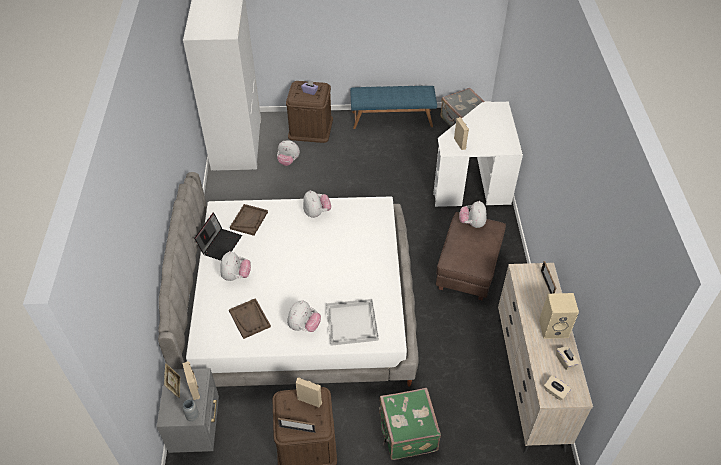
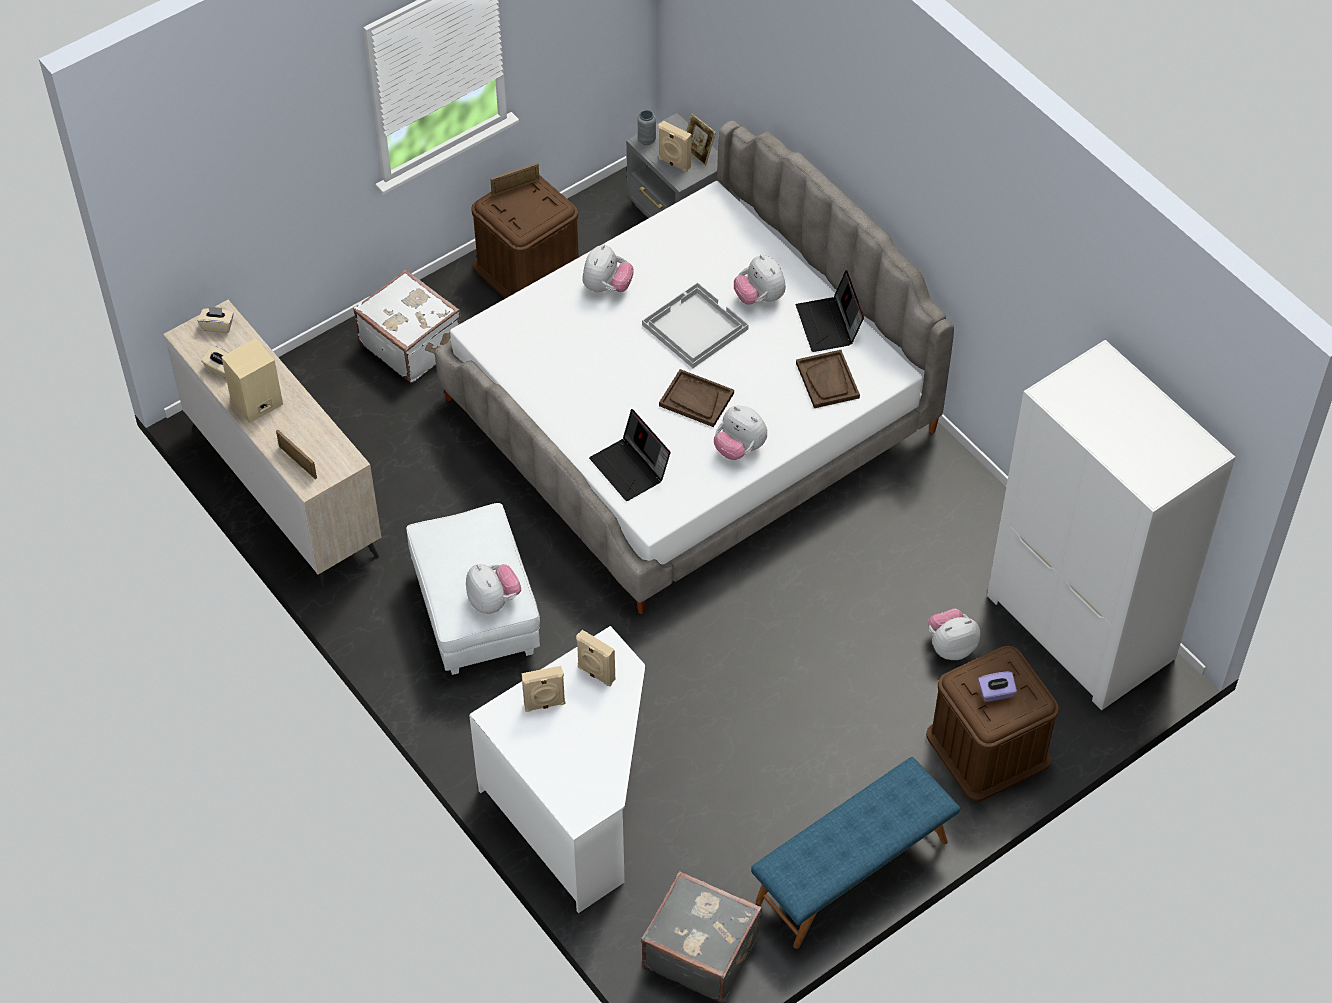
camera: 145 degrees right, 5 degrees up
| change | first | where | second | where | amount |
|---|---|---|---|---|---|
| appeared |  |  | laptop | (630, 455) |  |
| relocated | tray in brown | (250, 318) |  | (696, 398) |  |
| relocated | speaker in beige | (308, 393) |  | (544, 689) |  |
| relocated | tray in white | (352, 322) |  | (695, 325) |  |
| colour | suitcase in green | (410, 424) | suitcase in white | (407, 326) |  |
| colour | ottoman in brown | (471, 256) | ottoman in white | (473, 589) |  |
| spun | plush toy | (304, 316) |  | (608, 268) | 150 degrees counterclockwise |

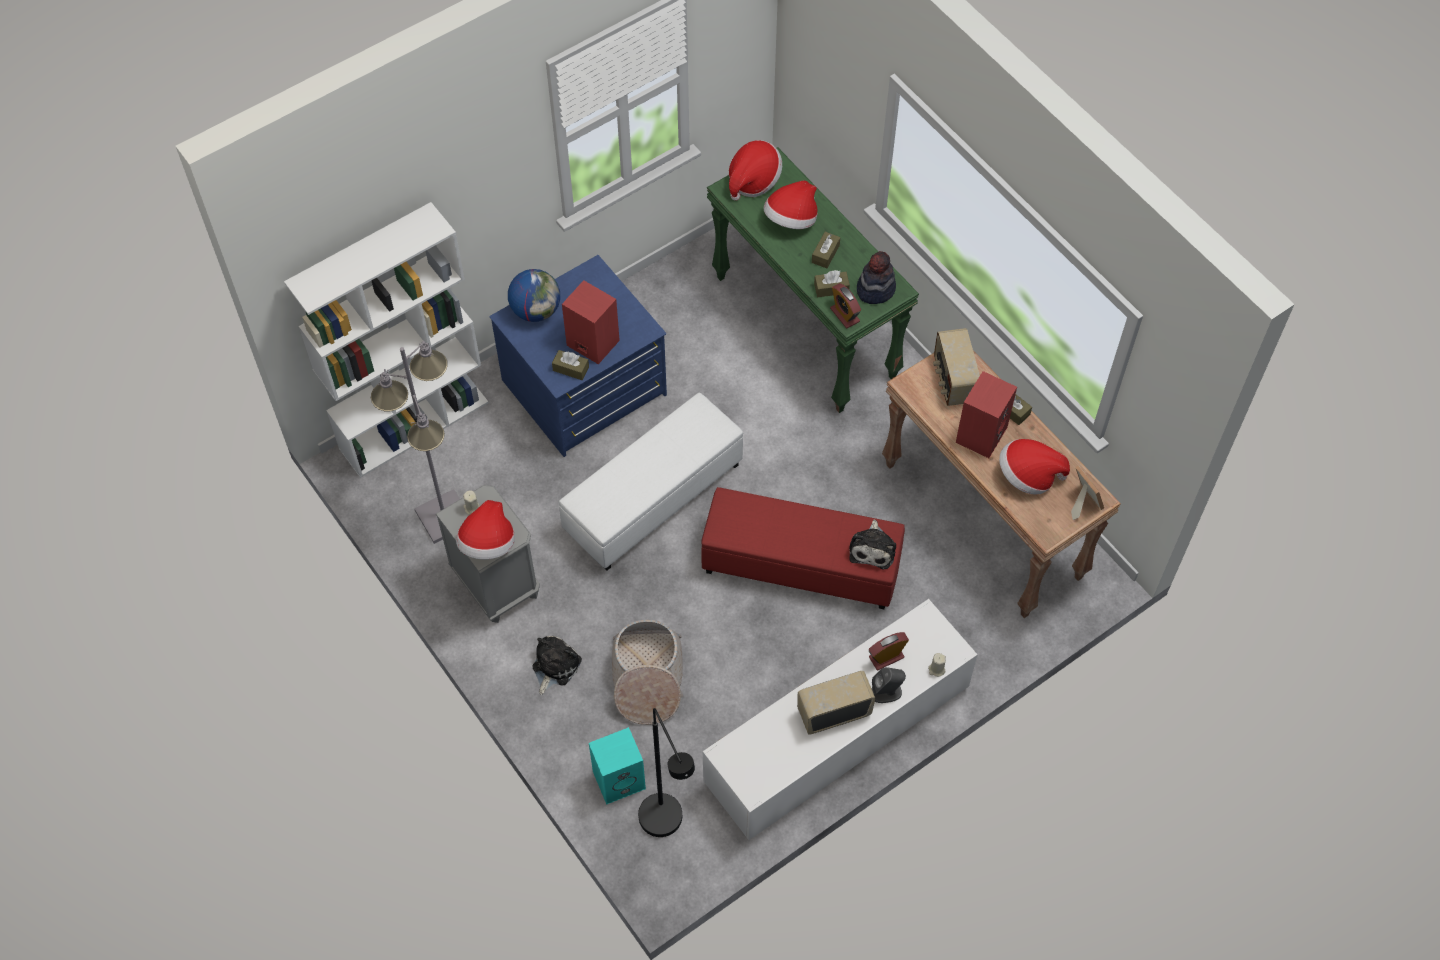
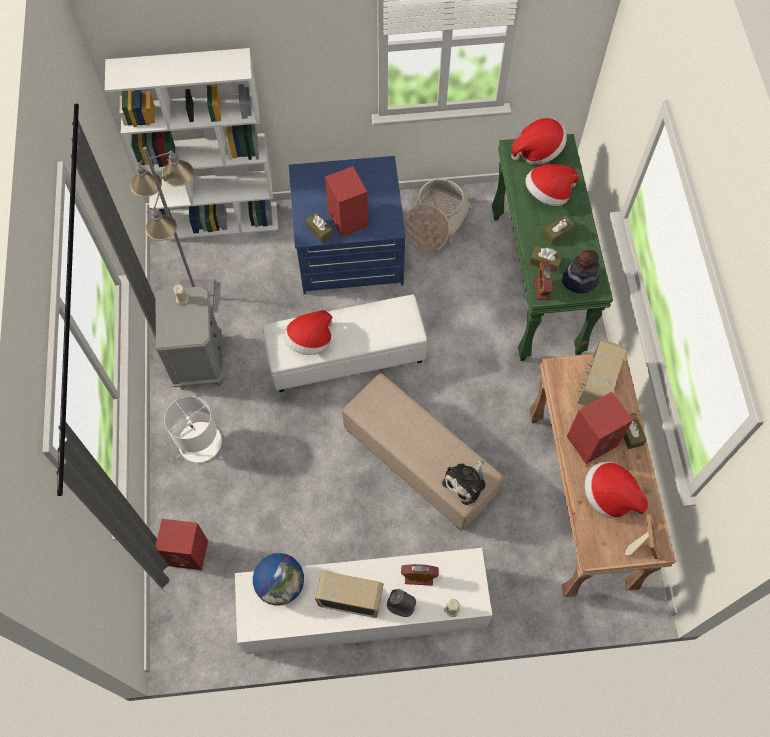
camera: 30 degrees right, 5 degrees up
| change | first | where | second | where | amount |
|---|---|---|---|---|---|
| missing | floor lamp in black | (666, 772) |  |  |  |
| relocated | hat | (485, 530) |  | (308, 332) |  |
| relocated | globe | (534, 295) |  | (278, 579) |  |
| relocated | basket | (647, 672) |  | (438, 215) |  |
| exchanged | plush toy | (557, 665) | table lamp in white | (193, 429) |  |
| colour | speaker in turquoise | (617, 766) | speaker in red | (182, 544) |  |
| colour | ottoman in red | (803, 548) | ottoman in beige | (422, 451) |  |

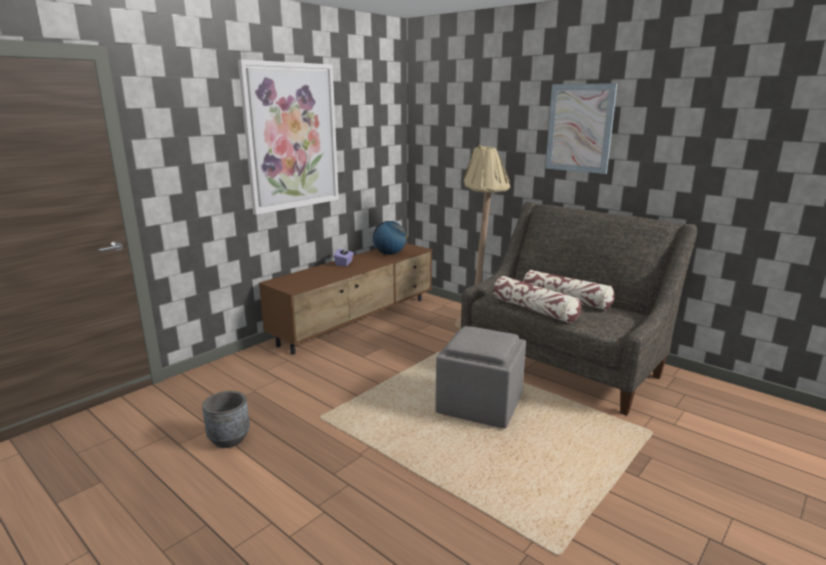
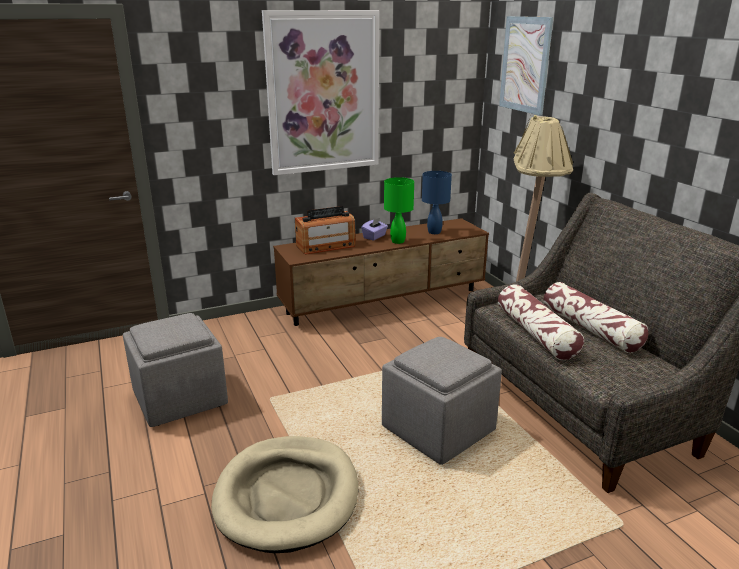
camera: 25 degrees right, 5 degrees up
| change | first | where | second | where | amount |
|---|---|---|---|---|---|
| appeared |  |  | dog bed in beige | (285, 494) |  |
| appeared |  |  | radio | (325, 230) |  |
| appeared |  |  | table lamp in green | (399, 210) |  |
| relocated | picture | (581, 128) |  | (526, 65) |  |
| exchanged | planter in grey | (226, 419) | ottoman in grey | (175, 370) |  |
| exchanged | globe | (390, 238) | table lamp in blue | (437, 202) |  |

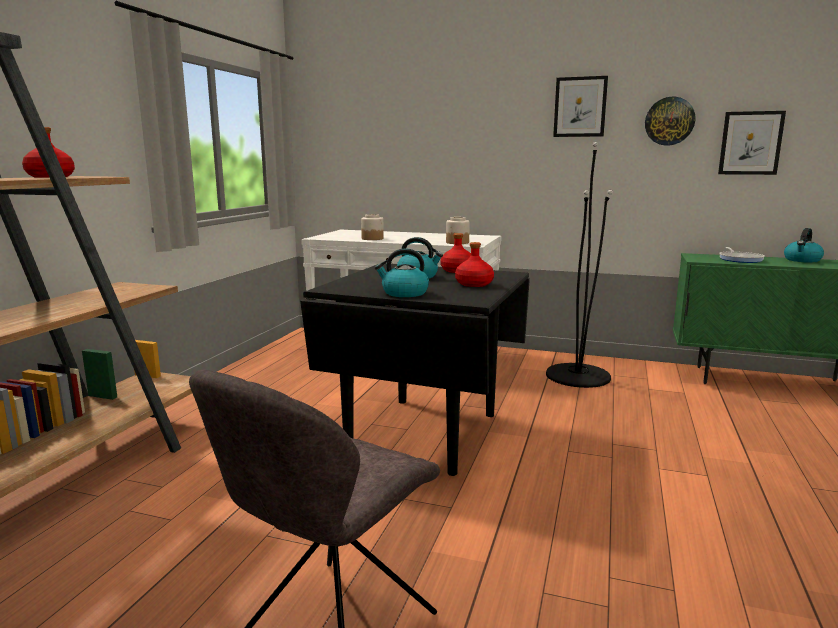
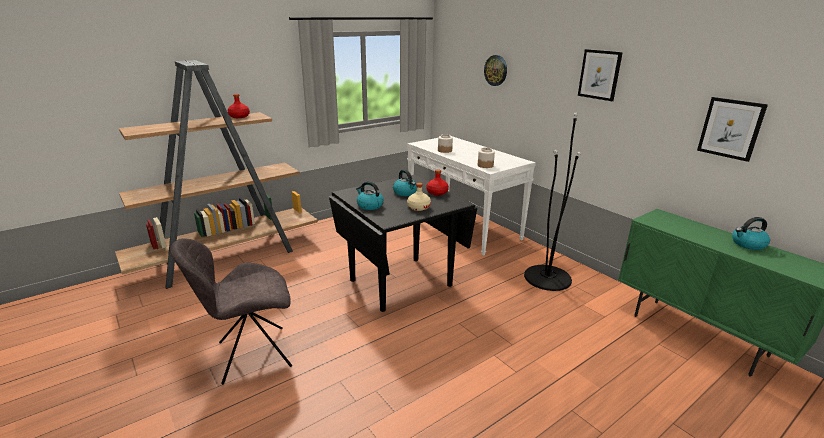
camera: 35 degrees right, 10 degrees up
| change | first | where | second | where | amount |
|---|---|---|---|---|---|
| missing | frying pan | (742, 255) |  |  |  |
| relocated | wall clock | (670, 121) |  | (495, 70) |  |
| colour | bottle in red | (474, 264) | bottle in beige | (419, 197) |  |

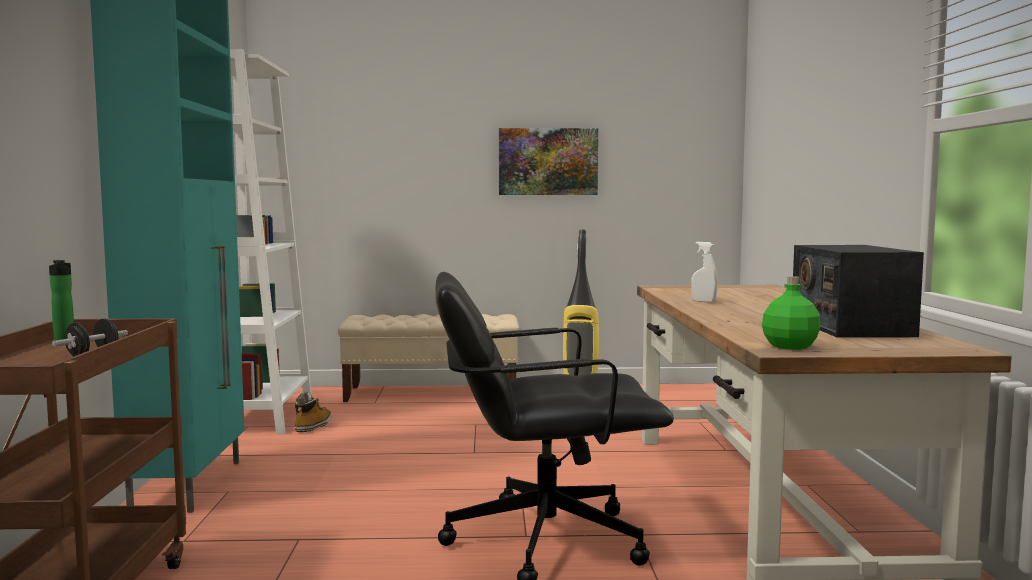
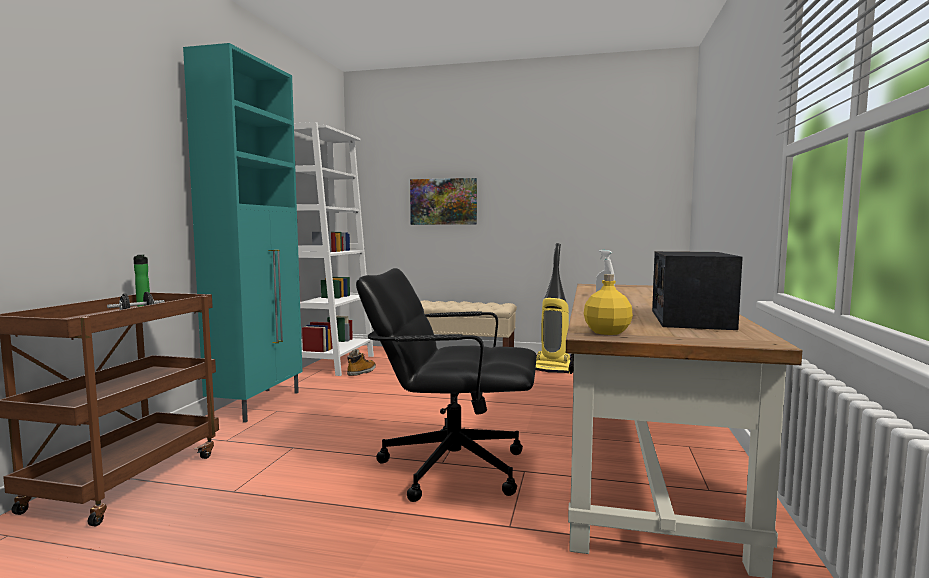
camera: 15 degrees right, 0 degrees up
| change | first | where | second | where | amount |
|---|---|---|---|---|---|
| relocated | picture | (548, 161) |  | (443, 201) |  |
| colour | bottle in green | (791, 313) | bottle in yellow | (608, 304) |  |

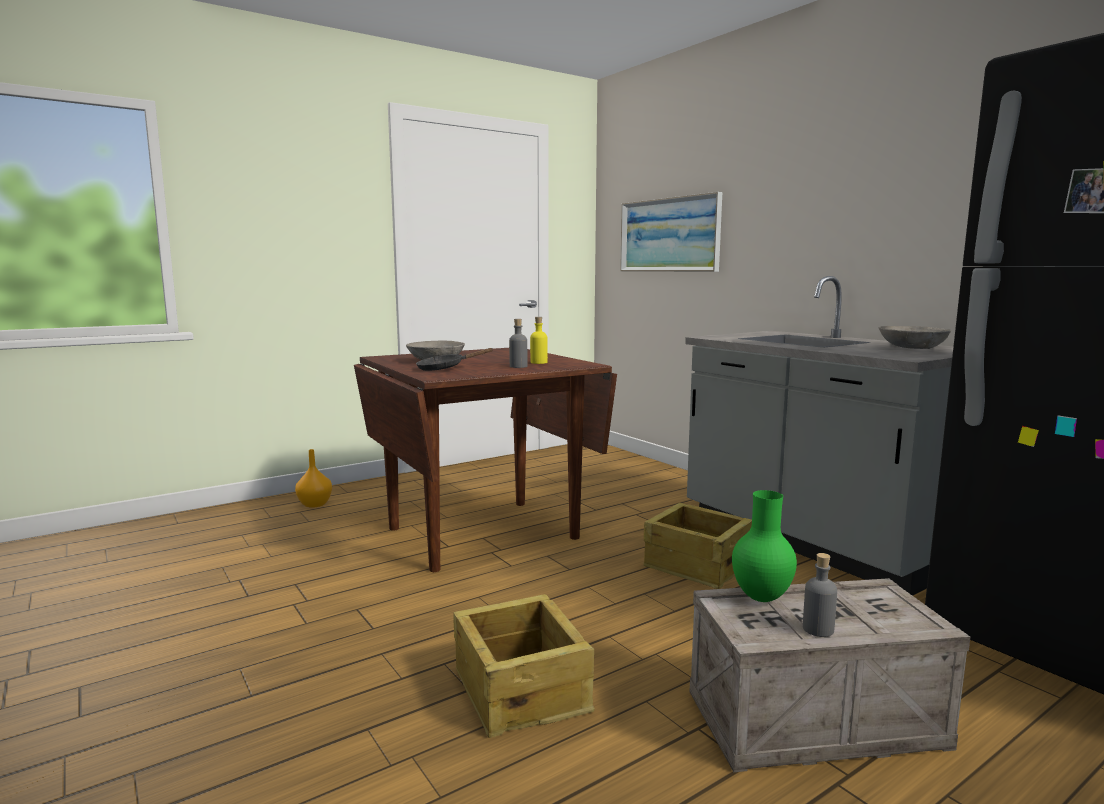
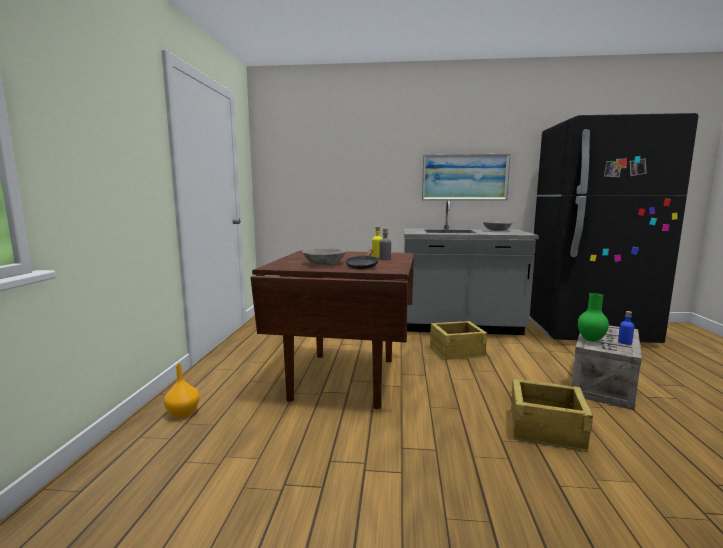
camera: 50 degrees left, 0 degrees up
| change | first | where | second | where | amount |
|---|---|---|---|---|---|
| relocated | picture | (671, 232) |  | (466, 177) |  |
| colour | bottle in grey | (820, 595) | bottle in blue | (626, 328) |  |

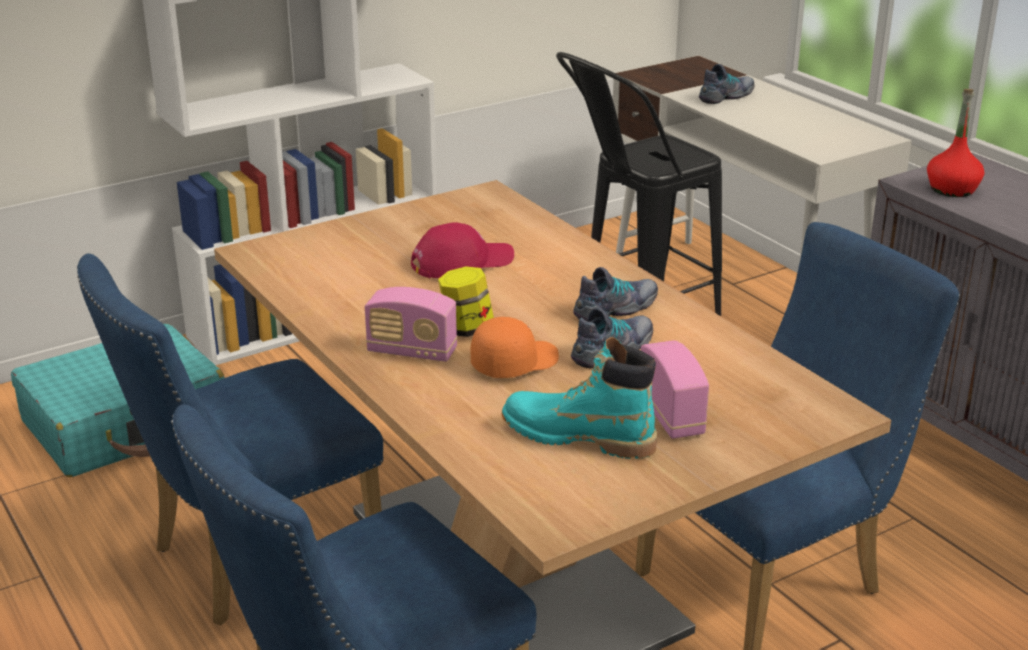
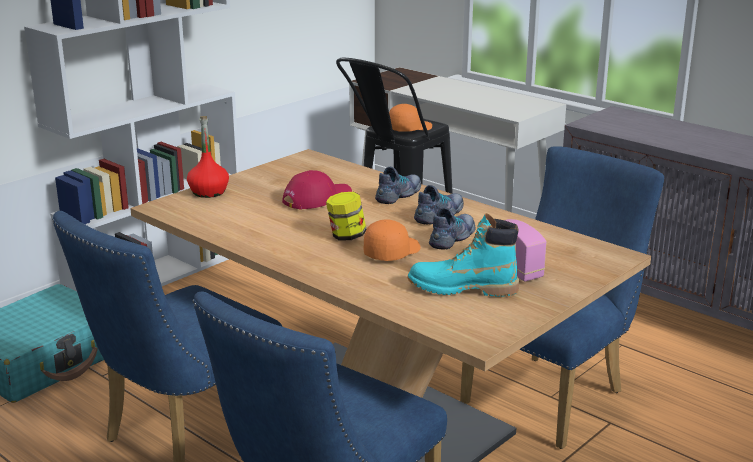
camera: 15 degrees left, 5 degrees down
| change | first | where | second | where | amount |
|---|---|---|---|---|---|
| missing | radio | (411, 324) |  |  |  |
| appeared |  |  | cap in orange | (410, 118) |  |
| relocated | shoe | (726, 84) |  | (398, 185) |  |
| relocated | bottle in red | (955, 143) |  | (208, 157) |  |

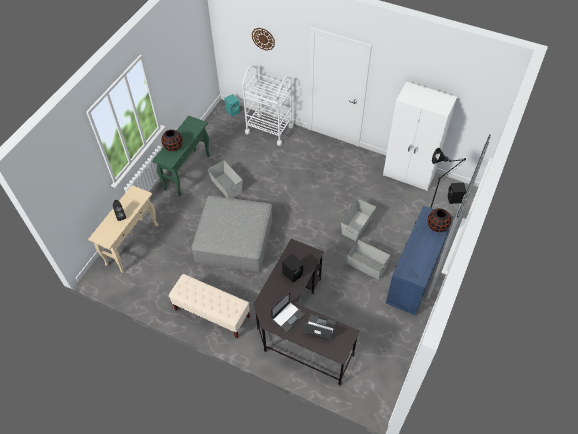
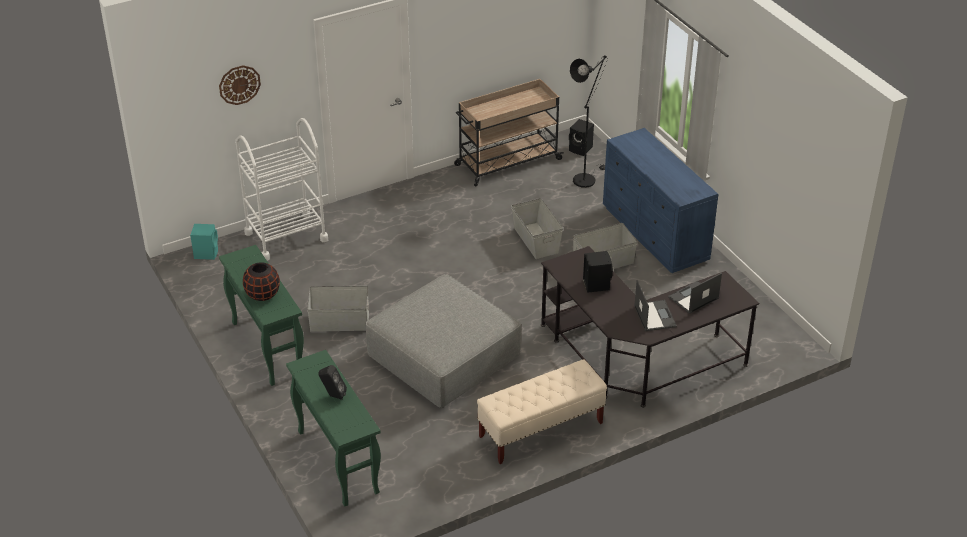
camera: 55 degrees left, 15 degrees down
| change | first | where | second | where | amount |
|---|---|---|---|---|---|
| missing | vase in black | (439, 220) |  |  |  |
| exchanged | wardrobe in white | (420, 136) | cart in beige | (509, 132) |  |
| colour | console table in beige | (123, 229) | console table in green | (333, 428) |  |

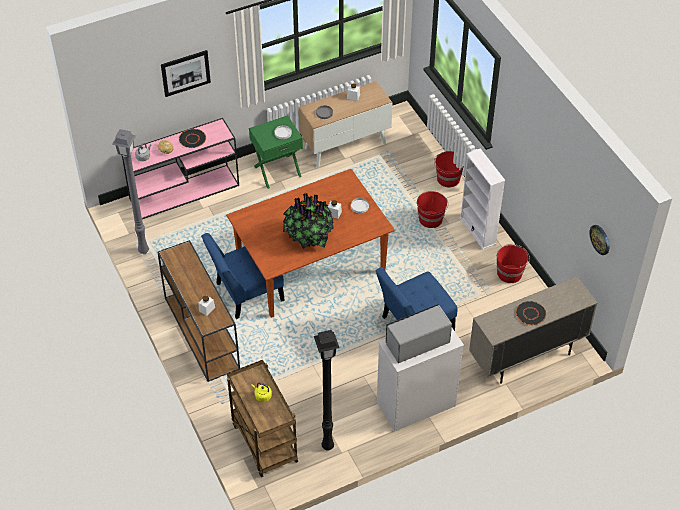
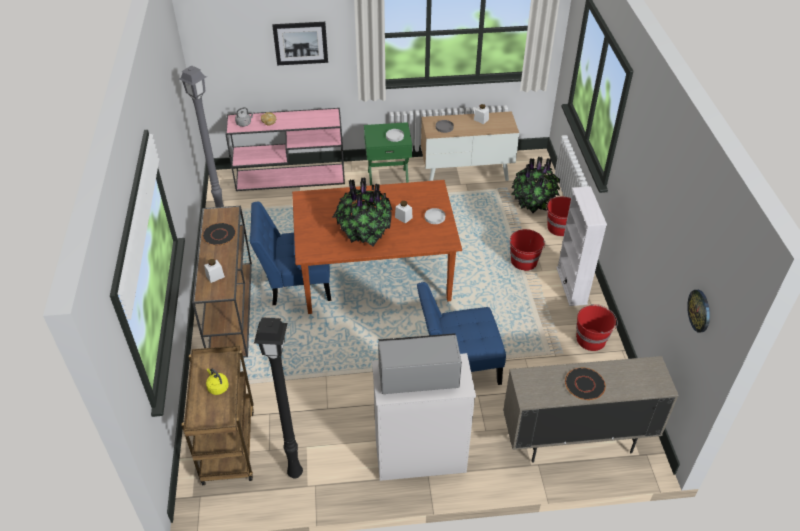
camera: 20 degrees right, 5 degrees down
| change | first | where | second | where | amount |
|---|---|---|---|---|---|
| appeared |  |  | potted plant | (535, 185) |  |
| relocated | plate in black | (192, 138) |  | (219, 234) |  |

